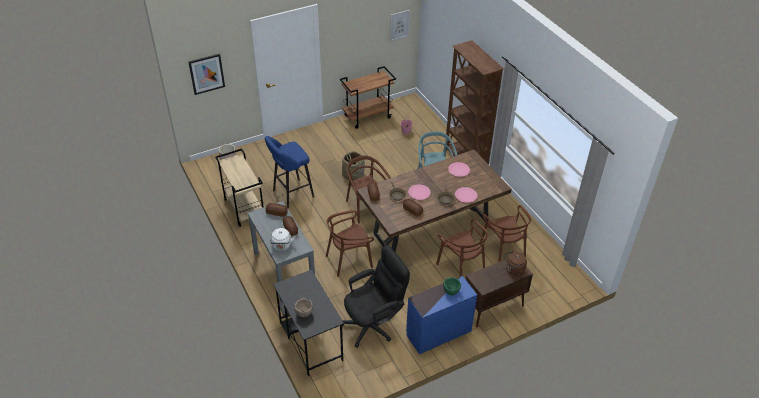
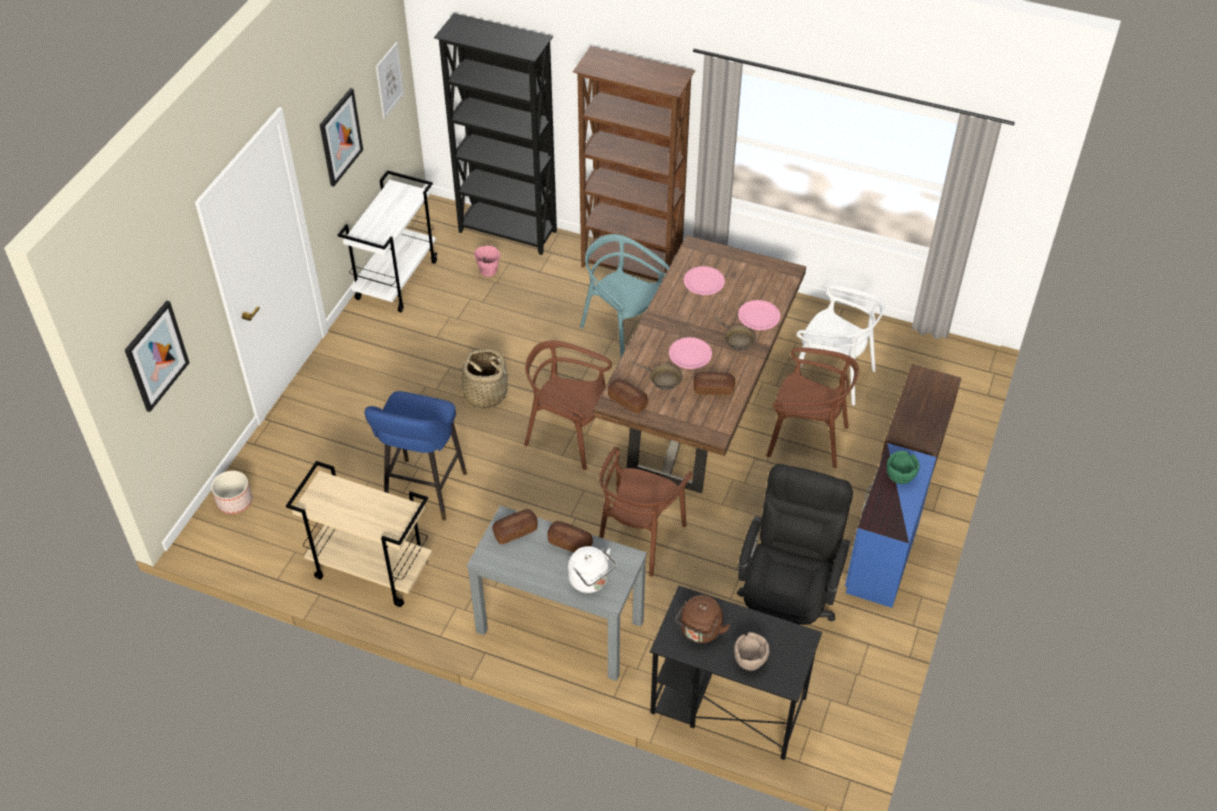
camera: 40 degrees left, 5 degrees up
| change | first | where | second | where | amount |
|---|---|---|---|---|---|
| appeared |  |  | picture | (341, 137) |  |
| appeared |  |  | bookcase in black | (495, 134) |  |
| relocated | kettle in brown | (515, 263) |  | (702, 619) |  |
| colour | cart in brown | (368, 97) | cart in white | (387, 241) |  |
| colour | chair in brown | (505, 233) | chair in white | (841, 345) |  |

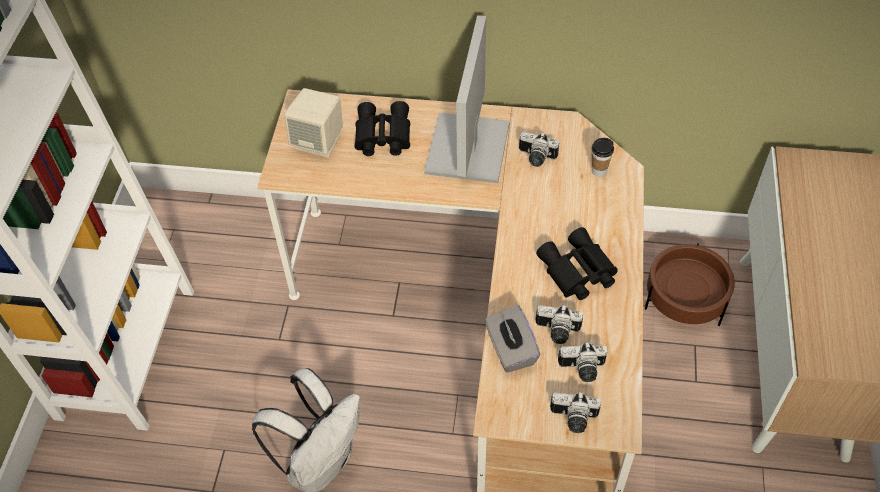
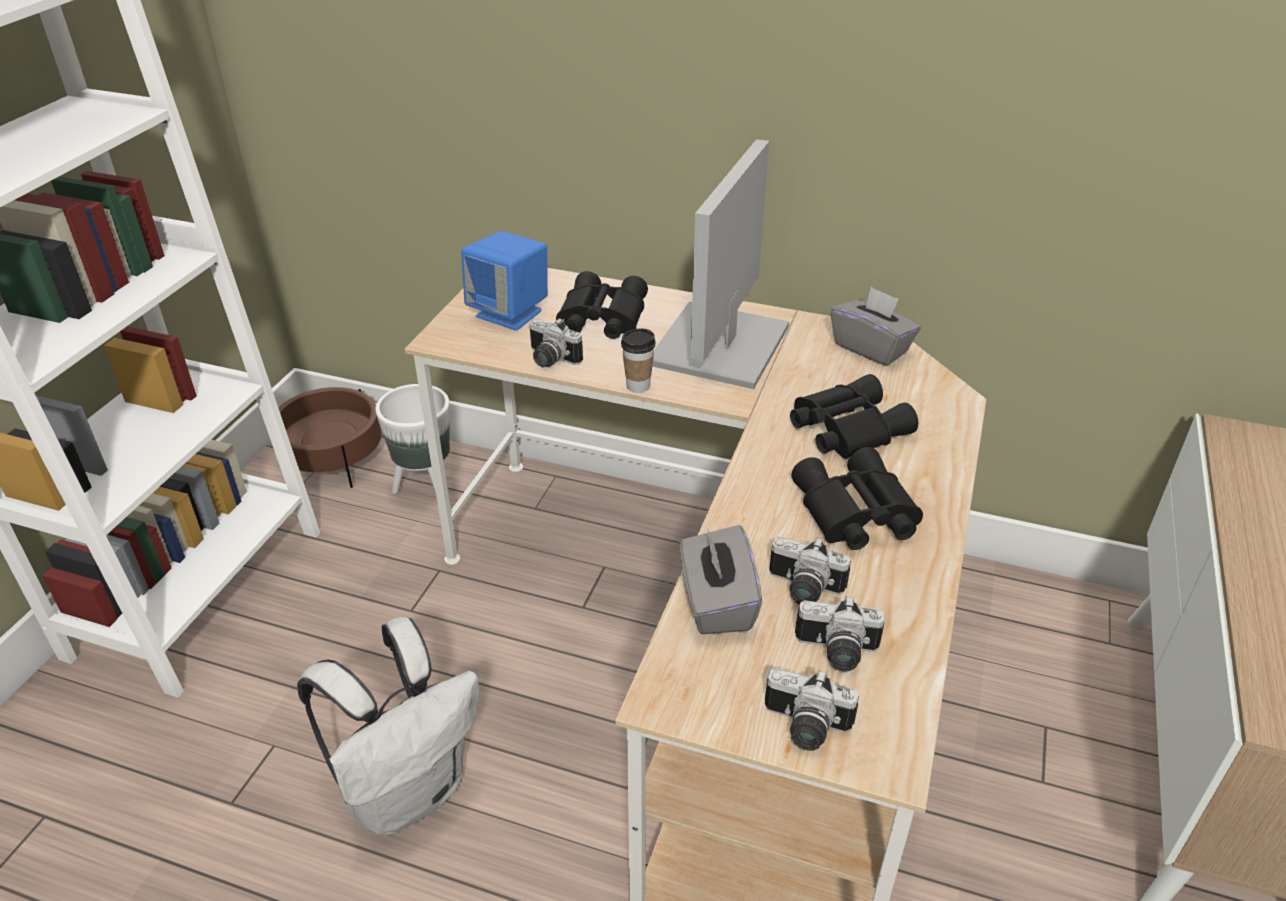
camera: 10 degrees right, 15 degrees down
| change | first | where | second | where | amount |
|---|---|---|---|---|---|
| appeared |  |  | planter in white | (412, 439) |  |
| appeared |  |  | binoculars in black | (854, 416) |  |
| appeared |  |  | tissue box in grey | (876, 326) |  |
| relocated | photo camera | (539, 149) |  | (556, 343) |  |
| relocated | cup | (603, 157) |  | (638, 361) |  |
| relocated | planter in brown | (690, 284) |  | (330, 437) |  |
| colour | speaker in beige | (313, 122) | speaker in blue | (504, 281) |  |

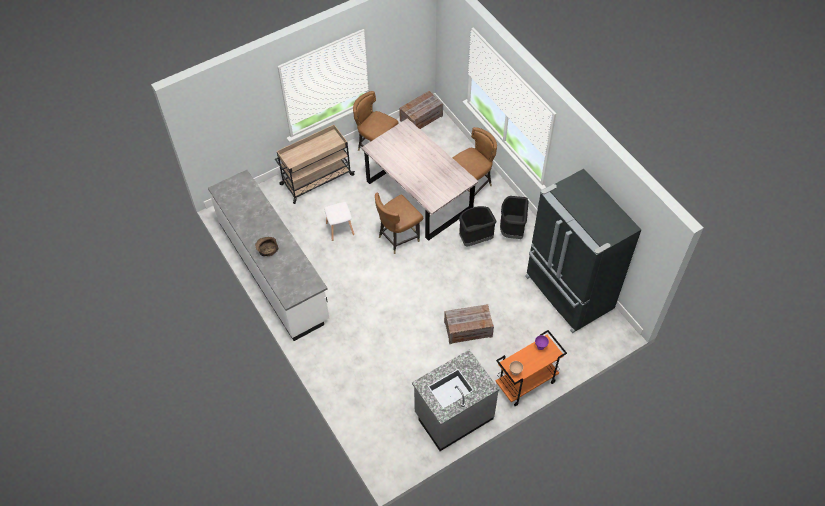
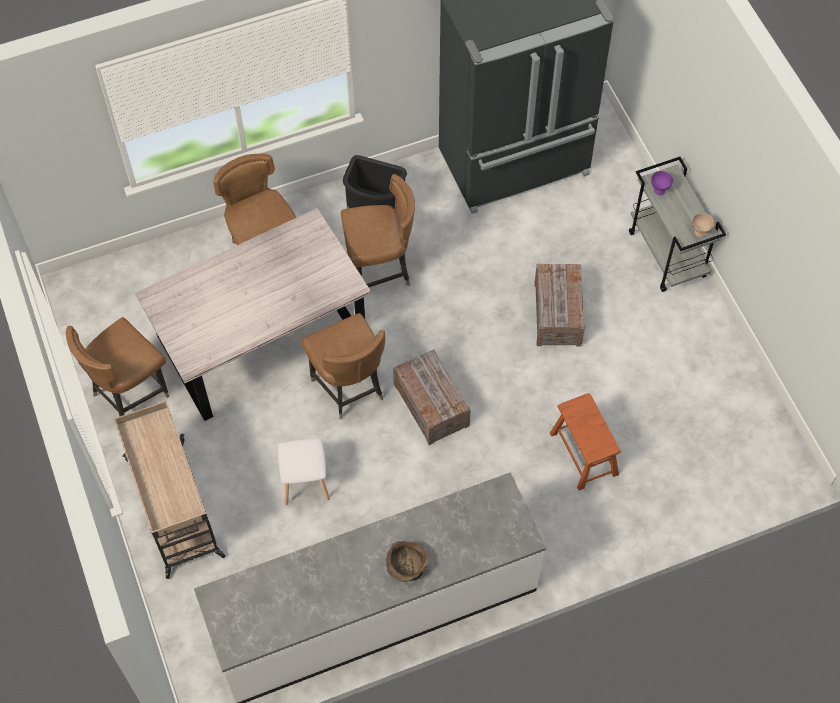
camera: 80 degrees left, 5 degrees up
| change | first | where | second | where | amount |
|---|---|---|---|---|---|
| missing | counter in grey | (455, 400) |  |  |  |
| appeared |  |  | stool in brown | (585, 441) |  |
| relocated | crate | (421, 110) |  | (432, 397) |  |
| exchanged | trash can in black | (477, 226) | chair in brown | (378, 230) |  |
| colour | cart in orange | (531, 368) | cart in grey | (677, 224) |  |

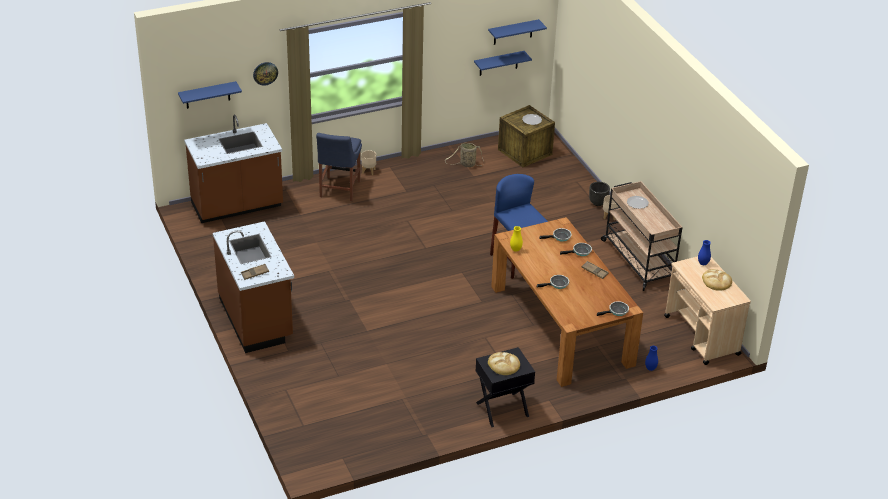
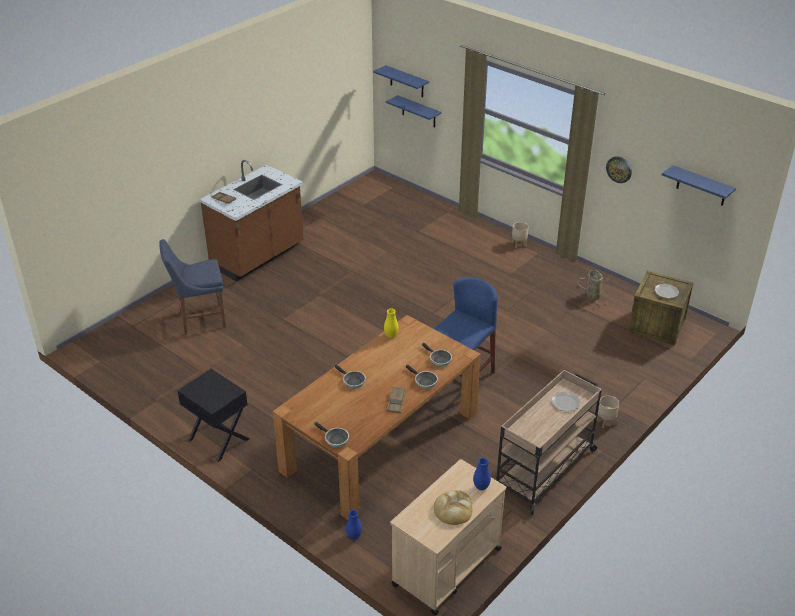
camera: 65 degrees right, 0 degrees up
| change | first | where | second | where | amount |
|---|---|---|---|---|---|
| missing | counter in brown | (233, 169) |  |  |  |
| missing | bread | (504, 363) |  |  |  |
| missing | planter in black | (599, 194) |  |  |  |
| relocated | wall clock | (265, 74) |  | (619, 169) |  |
| relocated | chair in blue | (339, 167) |  | (192, 287) |  |
| relocated | shelf in blue | (503, 63) |  | (413, 111) |  |

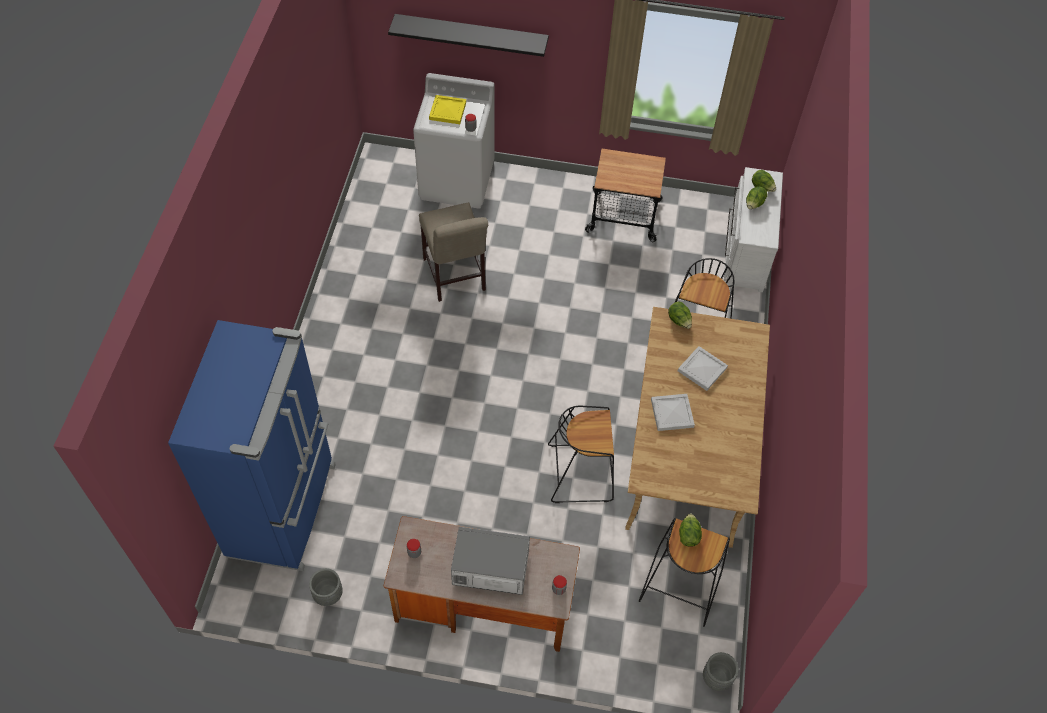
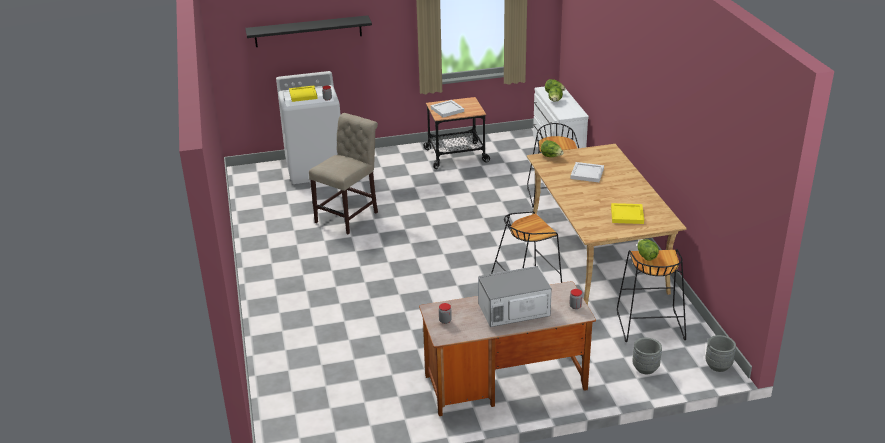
camera: 20 degrees left, 25 degrees down
| change | first | where | second | where | amount |
|---|---|---|---|---|---|
| missing | fridge in blue | (252, 445) |  |  |  |
| appeared |  |  | tray in yellow | (627, 213) |  |
| relocated | planter in grey | (326, 587) |  | (647, 356) |  |
| relocated | tray in white | (673, 412) |  | (447, 109) |  |
| spun | chair in beige | (453, 252) |  | (343, 173) | 105 degrees counterclockwise |

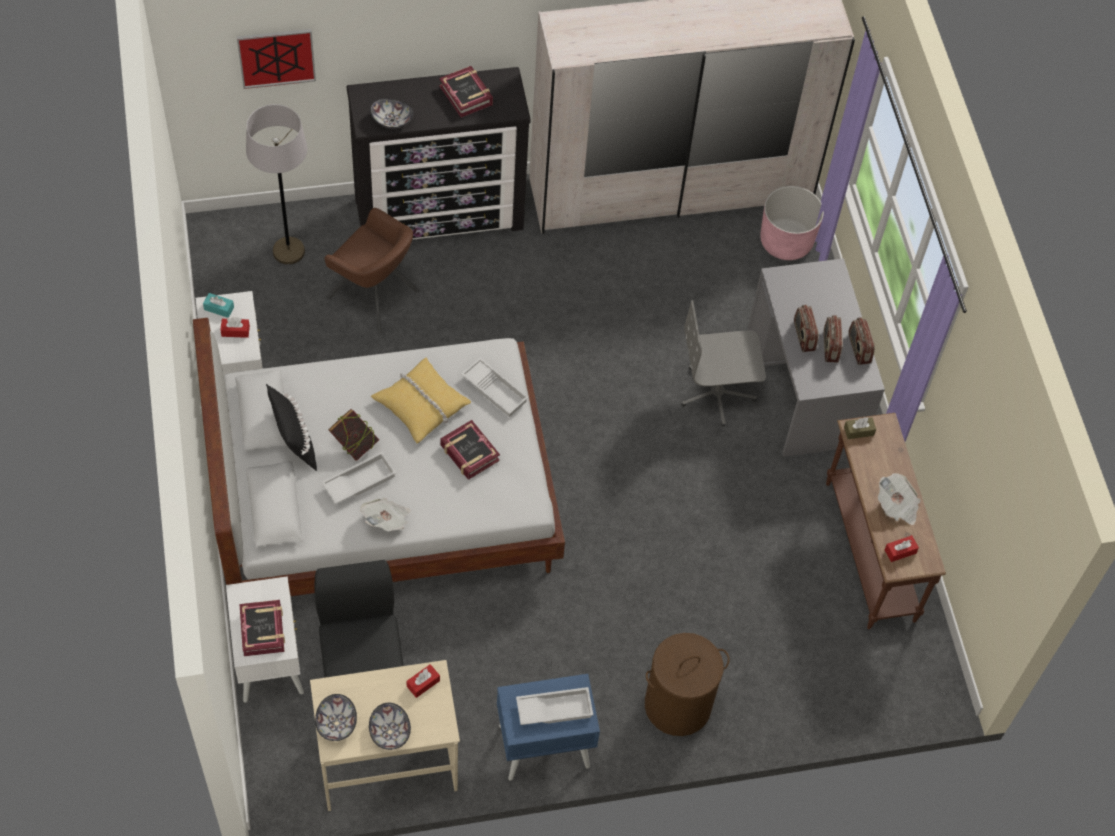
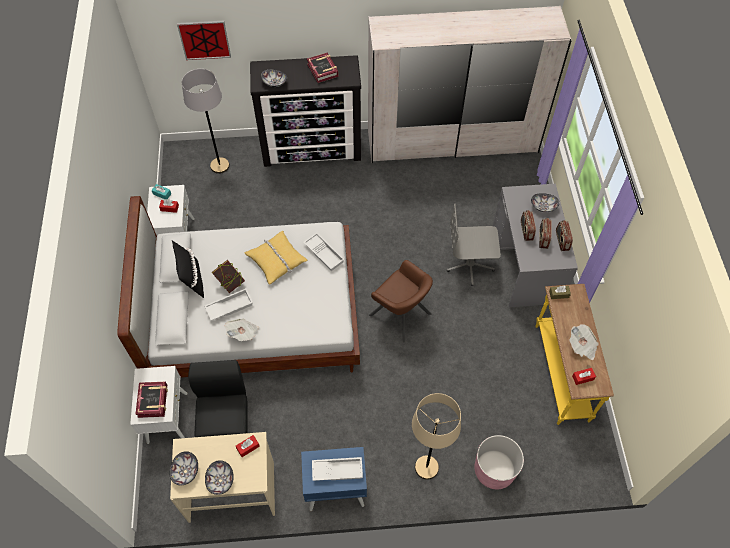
camera: 10 degrees right, 0 degrees up
| change | first | where | second | where | amount |
|---|---|---|---|---|---|
| missing | book | (470, 450) |  |  |  |
| appeared |  |  | bowl | (545, 202) |  |
| relocated | armchair in brown | (373, 271) |  | (401, 301) |  |
| relocated | planter in pink | (792, 223) |  | (499, 462) |  |
| exchanged | laundry basket in brown | (687, 684) | floor lamp in beige | (436, 436) |  |
| colour | console table in brown | (886, 521) | console table in yellow | (574, 354) |  |

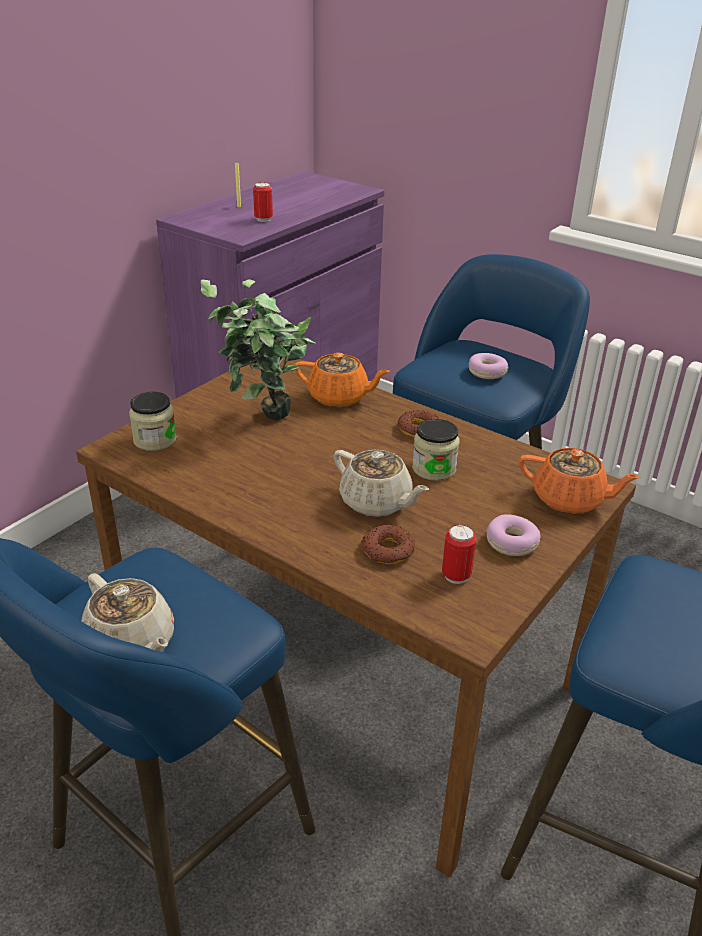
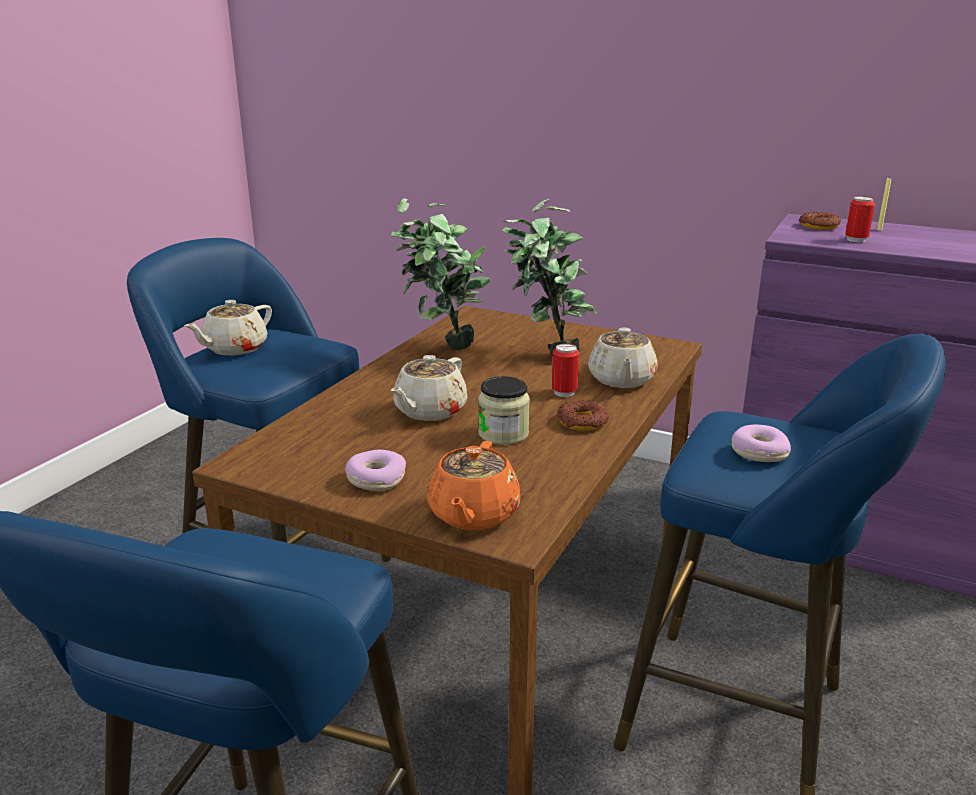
camera: 80 degrees right, 10 degrees down
| change | first | where | second | where | amount |
|---|---|---|---|---|---|
| missing | jar | (153, 421) |  |  |  |
| appeared |  |  | potted plant | (440, 274) |  |
| relocated | donut | (388, 544) |  | (820, 221) |  |
| relocated | can | (459, 554) |  | (565, 370) |  |
| colour | teapot in orange | (342, 380) | teapot in beige | (622, 358) |  |

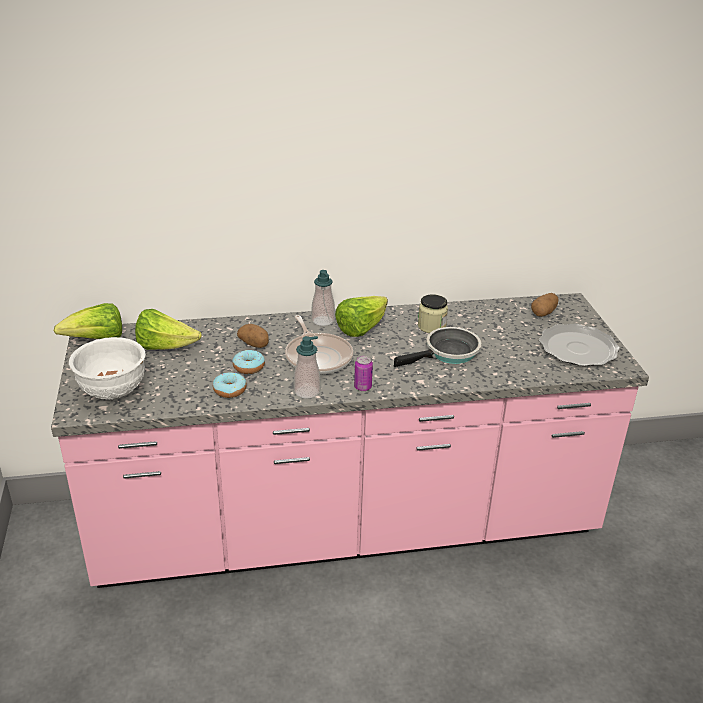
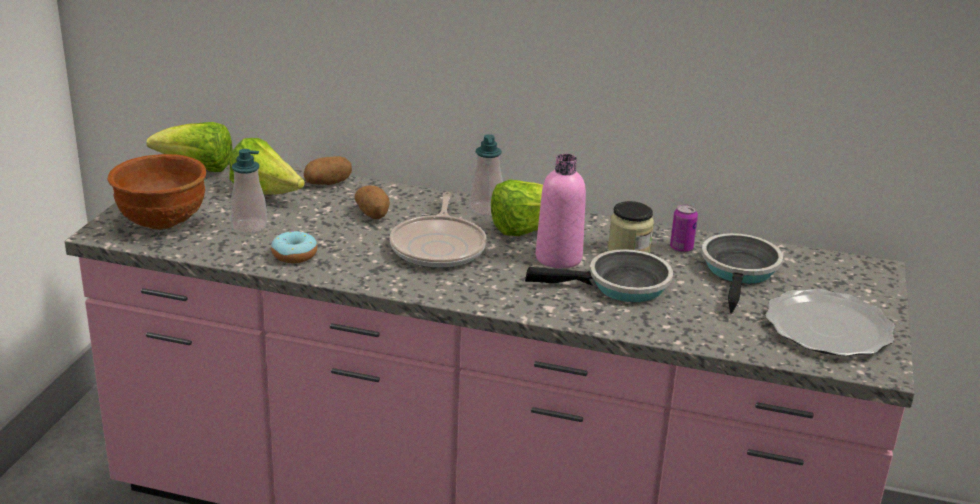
camera: 25 degrees right, 5 degrees down
| change | first | where | second | where | amount |
|---|---|---|---|---|---|
| missing | donut | (248, 362) |  |  |  |
| appeared |  |  | bottle in pink | (561, 211) |  |
| appeared |  |  | frying pan | (742, 273) |  |
| relocated | soap dispenser | (307, 367) |  | (248, 191) |  |
| relocated | can | (363, 373) |  | (684, 228) |  |
| relocated | potato | (545, 305) |  | (328, 170) |  |
| colour | bowl in white | (107, 368) | bowl in brown | (156, 192) |  |

